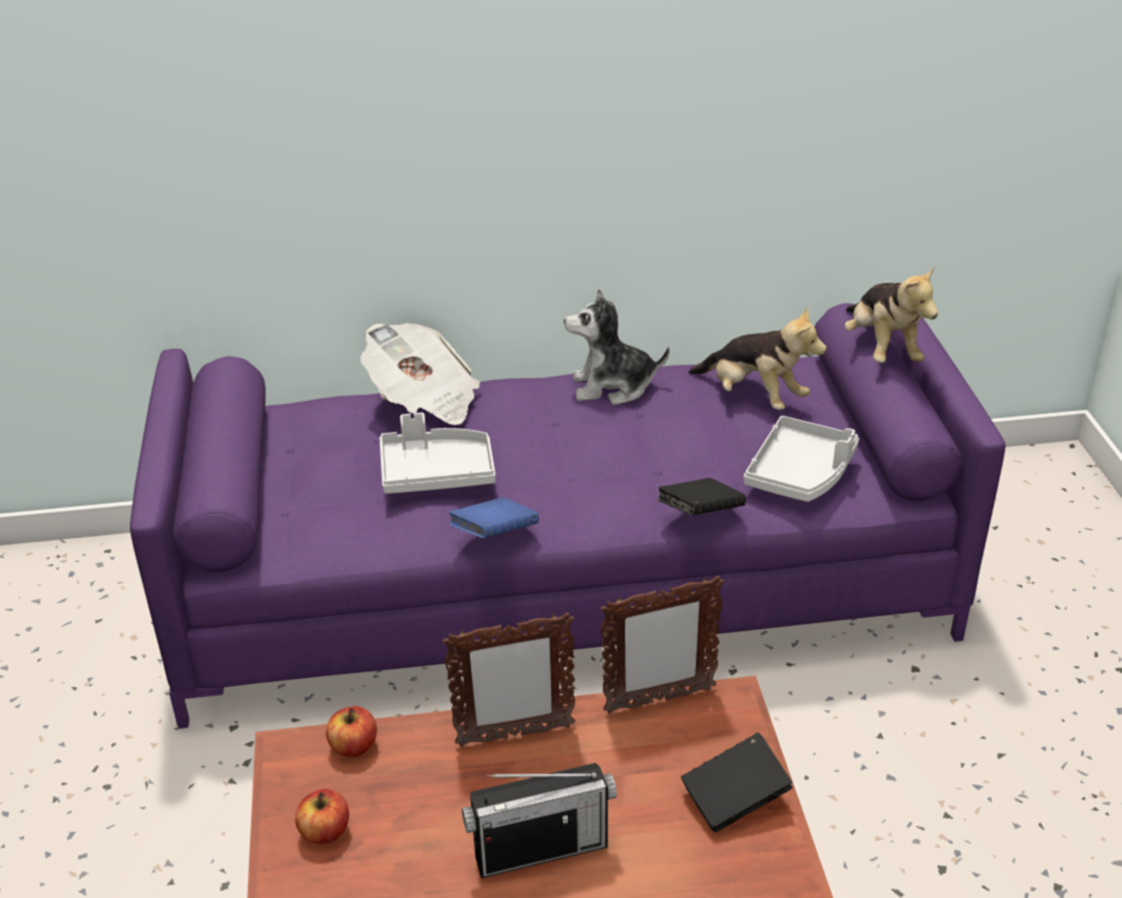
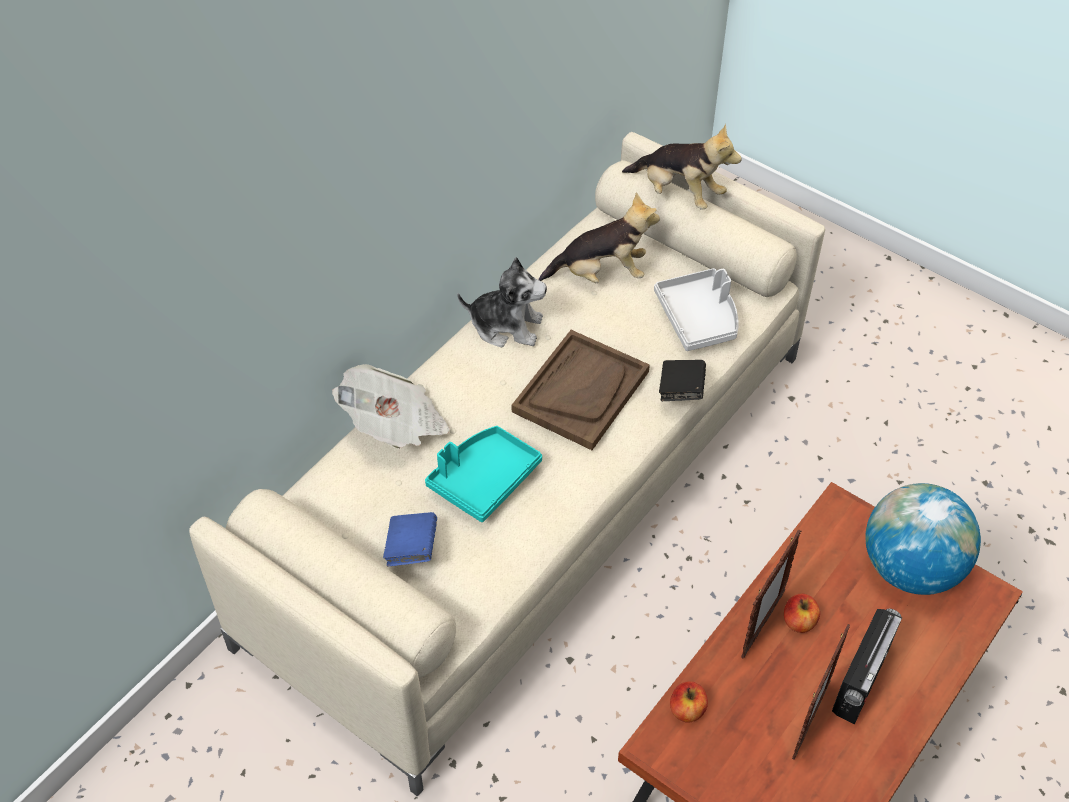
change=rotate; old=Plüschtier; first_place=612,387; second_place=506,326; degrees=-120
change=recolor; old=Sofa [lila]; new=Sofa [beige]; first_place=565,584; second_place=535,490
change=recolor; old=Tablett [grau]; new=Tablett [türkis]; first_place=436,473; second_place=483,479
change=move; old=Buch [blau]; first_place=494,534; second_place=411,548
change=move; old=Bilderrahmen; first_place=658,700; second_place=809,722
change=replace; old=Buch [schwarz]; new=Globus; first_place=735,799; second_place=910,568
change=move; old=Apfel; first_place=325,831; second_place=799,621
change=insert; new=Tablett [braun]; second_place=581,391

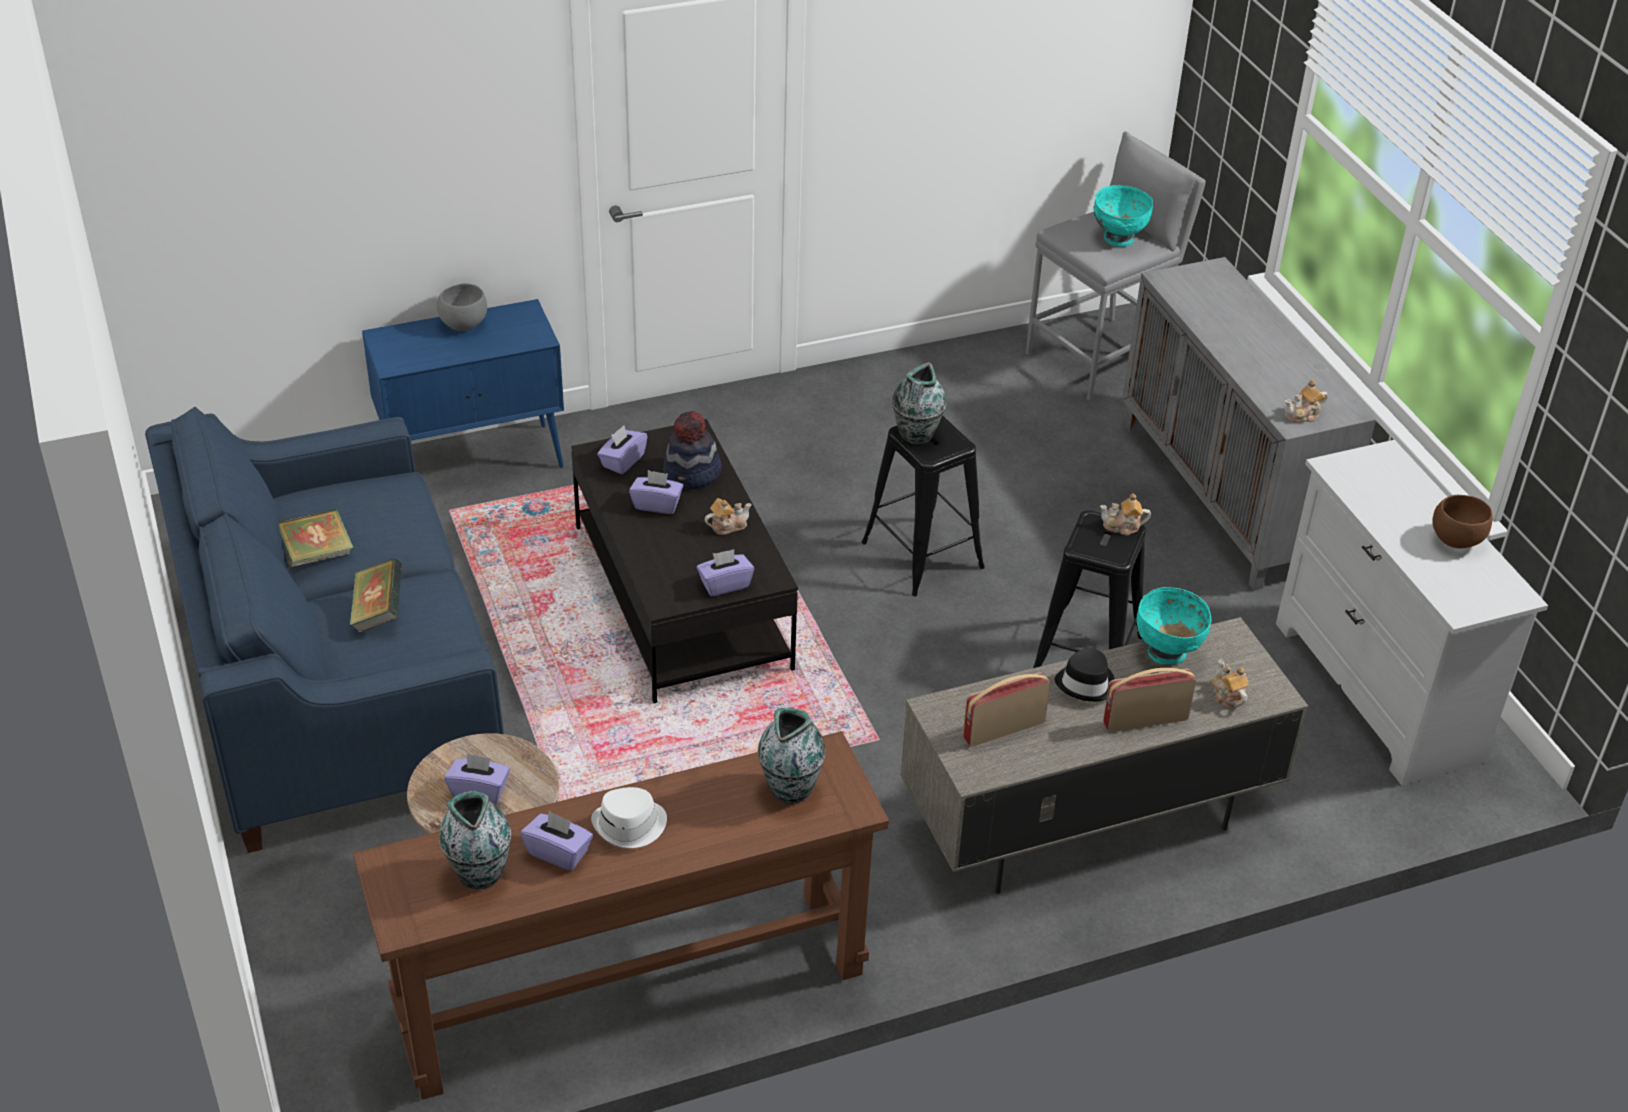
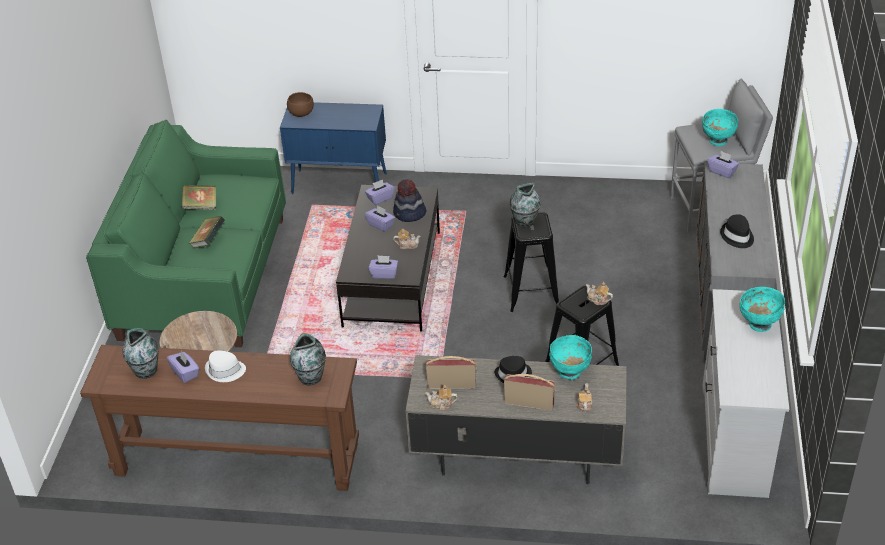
change=delete; old=Schüssel [grau]; first_place=462,324
change=move; old=Teekanne; first_place=1303,415; second_place=441,404
change=recolor; old=Sofa [blau]; new=Sofa [grün]; first_place=338,689; second_place=204,277
change=move; old=Schüssel [braun]; first_place=1455,539; second_place=301,113
change=move; old=Taschentuchbox [lila]; first_place=479,790; second_place=722,171
change=insert; new=Hut [schwarz]; second_place=737,236
change=insert; new=Schüssel [türkis]; second_place=759,324

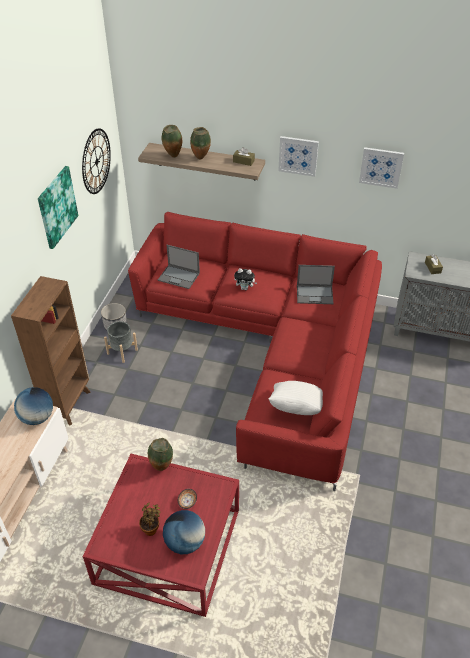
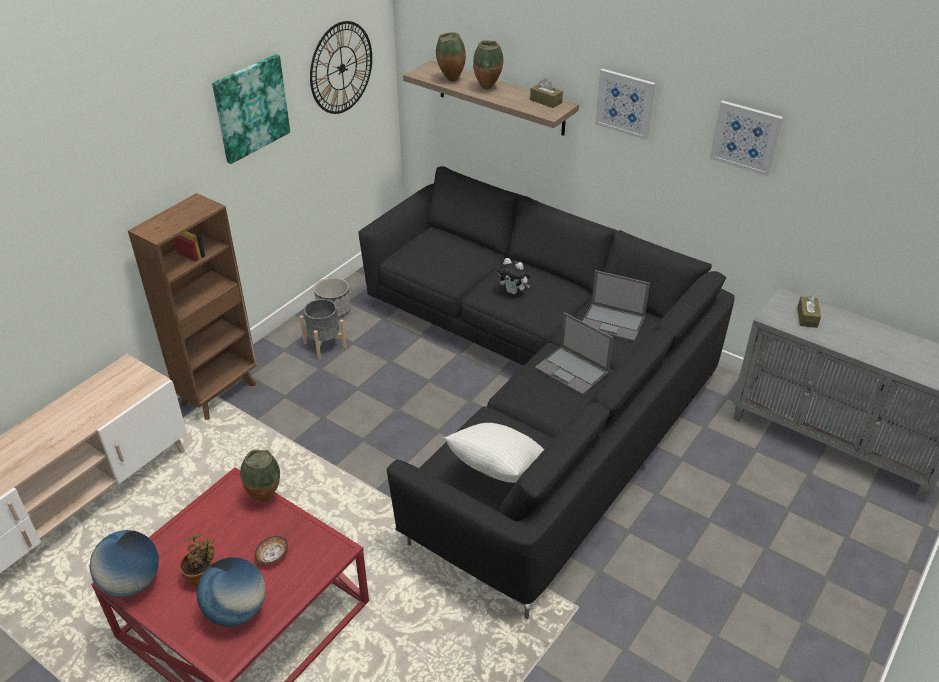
change=recolor; old=Sofa [rot]; new=Sofa [schwarz]; first_place=272,348; second_place=534,391
change=move; old=Laptop; first_place=179,277; second_place=572,370
change=move; old=Globus; first_place=37,417; second_place=132,582

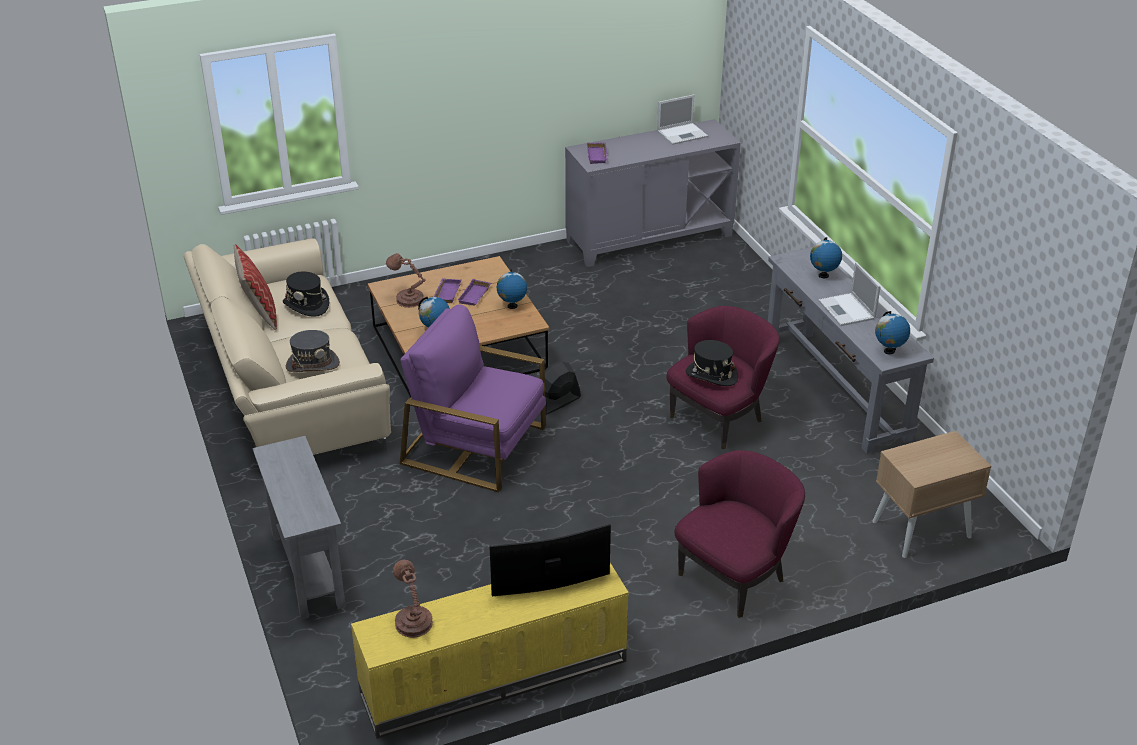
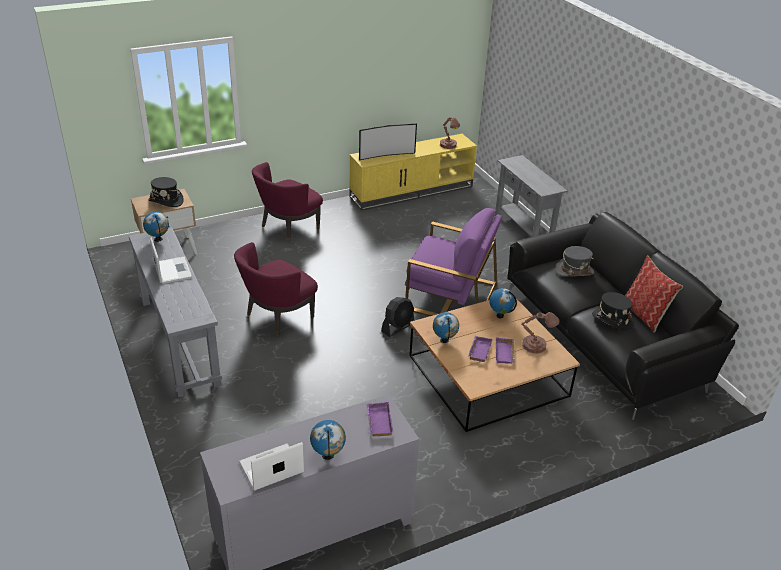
change=move; old=Globus; first_place=823,275; second_place=328,456
change=recolor; old=Sofa [beige]; new=Sofa [schwarz]; first_place=290,386; second_place=604,337
change=move; old=Hut [schwarz]; first_place=711,375; second_place=166,201

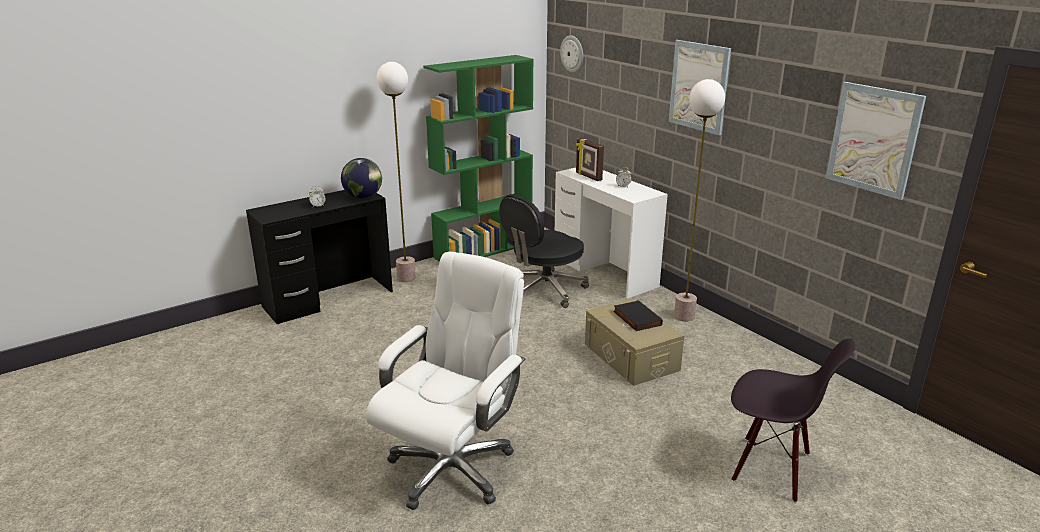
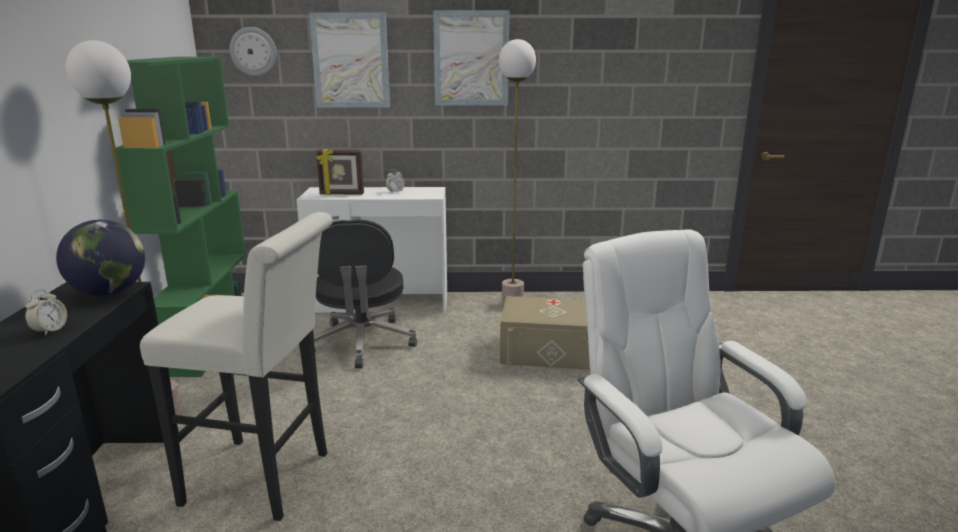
change=move; old=Bild; first_place=873,139; second_place=350,60
change=delete; old=Buch [schwarz]; first_place=636,318
change=delete; old=Stuhl [schwarz]; first_place=771,468
change=insert; new=Hocker [weiß]; second_place=267,479

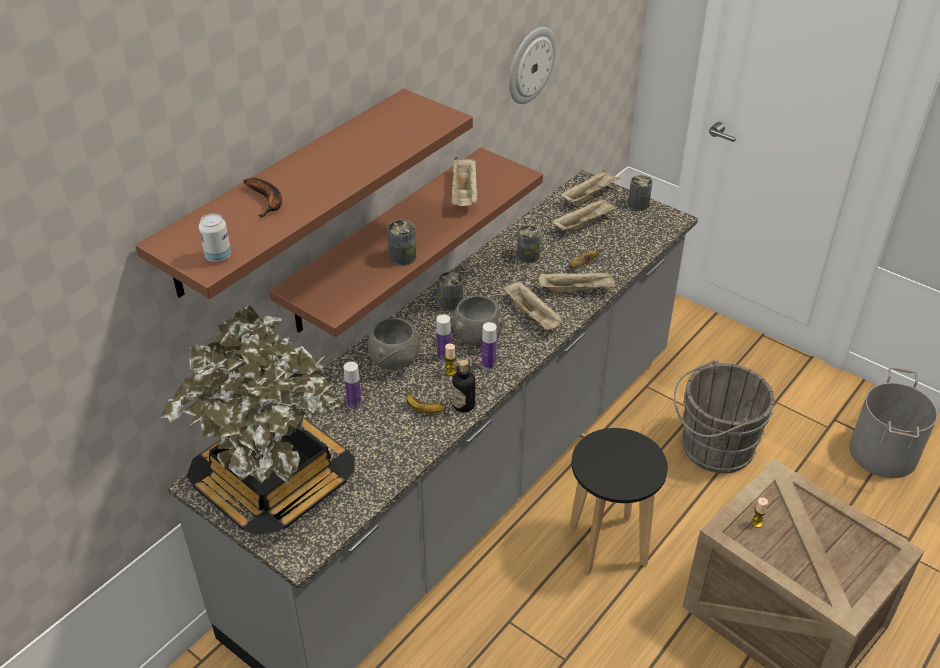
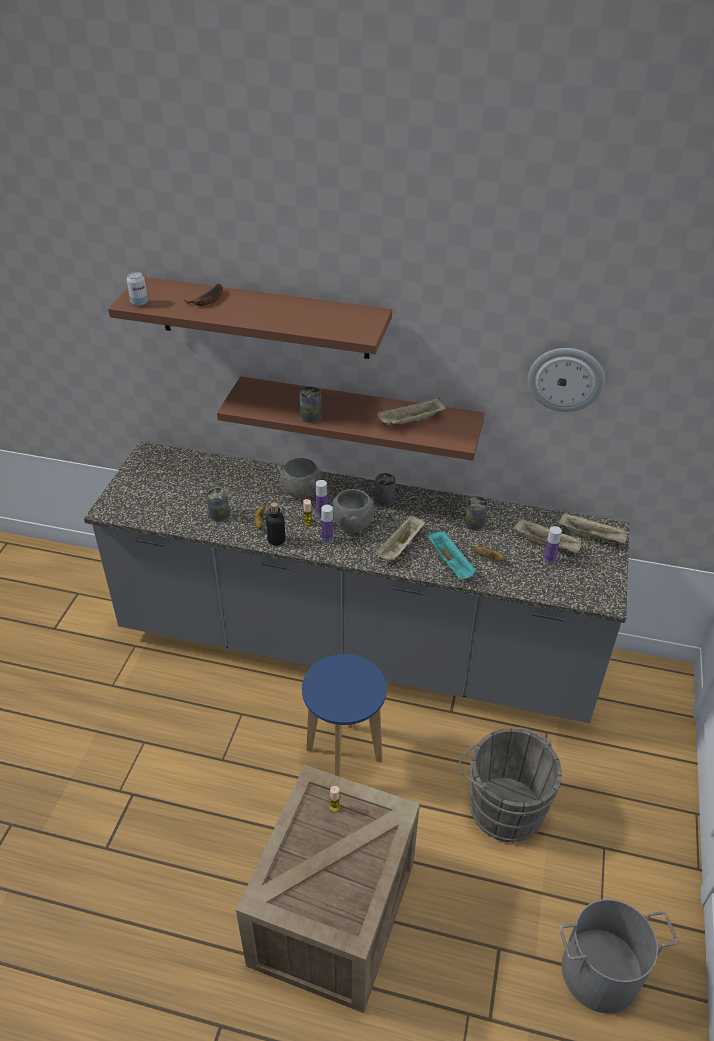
change=move; old=Dose; first_place=638,204; second_place=219,515
change=recolor; old=Tablett [beige]; new=Tablett [türkis]; first_place=576,290; second_place=451,563
change=delete; old=Topfpflanze; first_place=273,483
change=move; old=Flasche; first_place=354,404; second_place=548,561
change=recolor; old=Hocker [schwarz]; new=Hocker [blau]; first_place=607,546; second_place=343,755

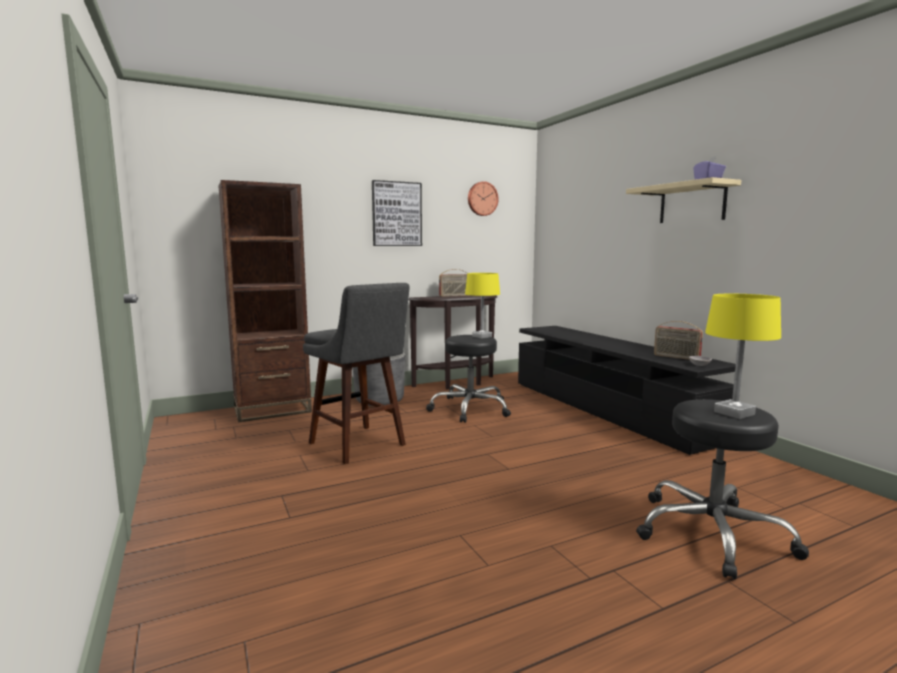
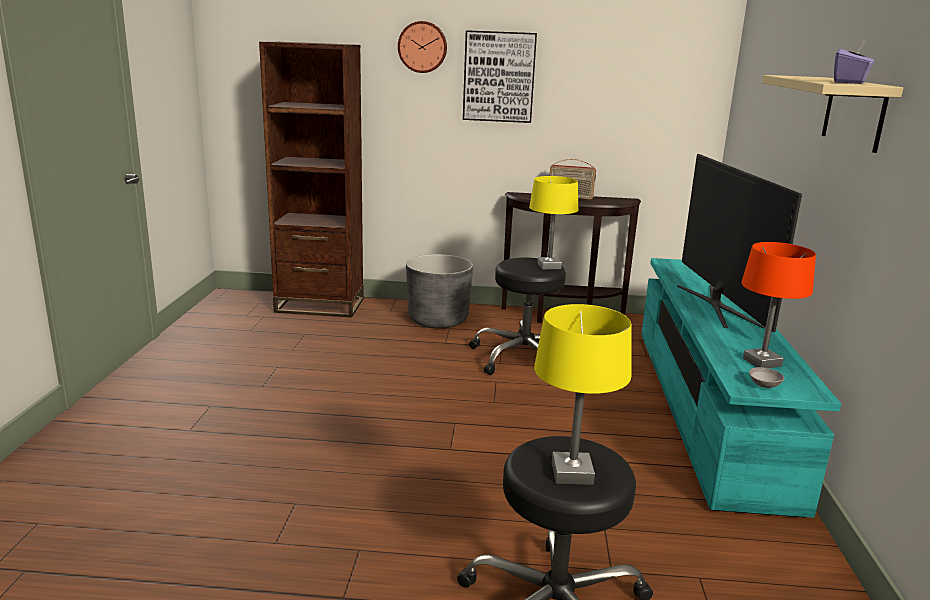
change=move; old=Wanduhr; first_place=482,199; second_place=422,47
change=delete; old=Hocker [grau]; first_place=359,445
change=replace; old=Radio; new=Tischlampe [orange]; first_place=676,357; second_place=762,362
change=recolor; old=Fernsehschrank [schwarz]; new=Fernsehschrank [türkis]; first_place=606,409; second_place=707,407
change=insert; new=Fernseher; second_place=718,305

